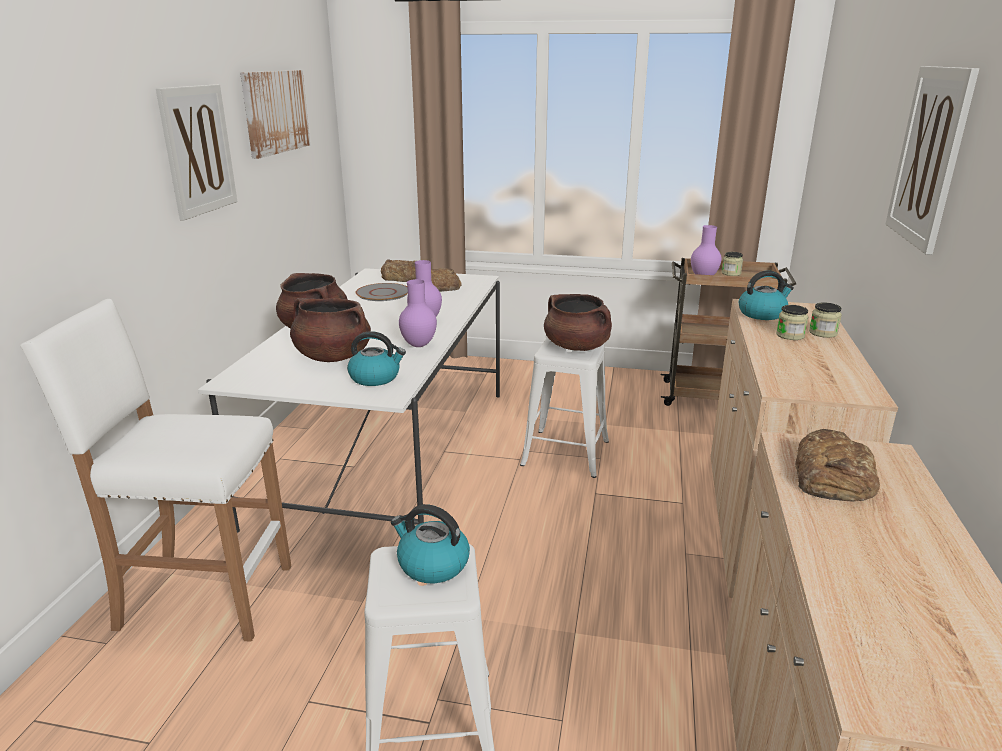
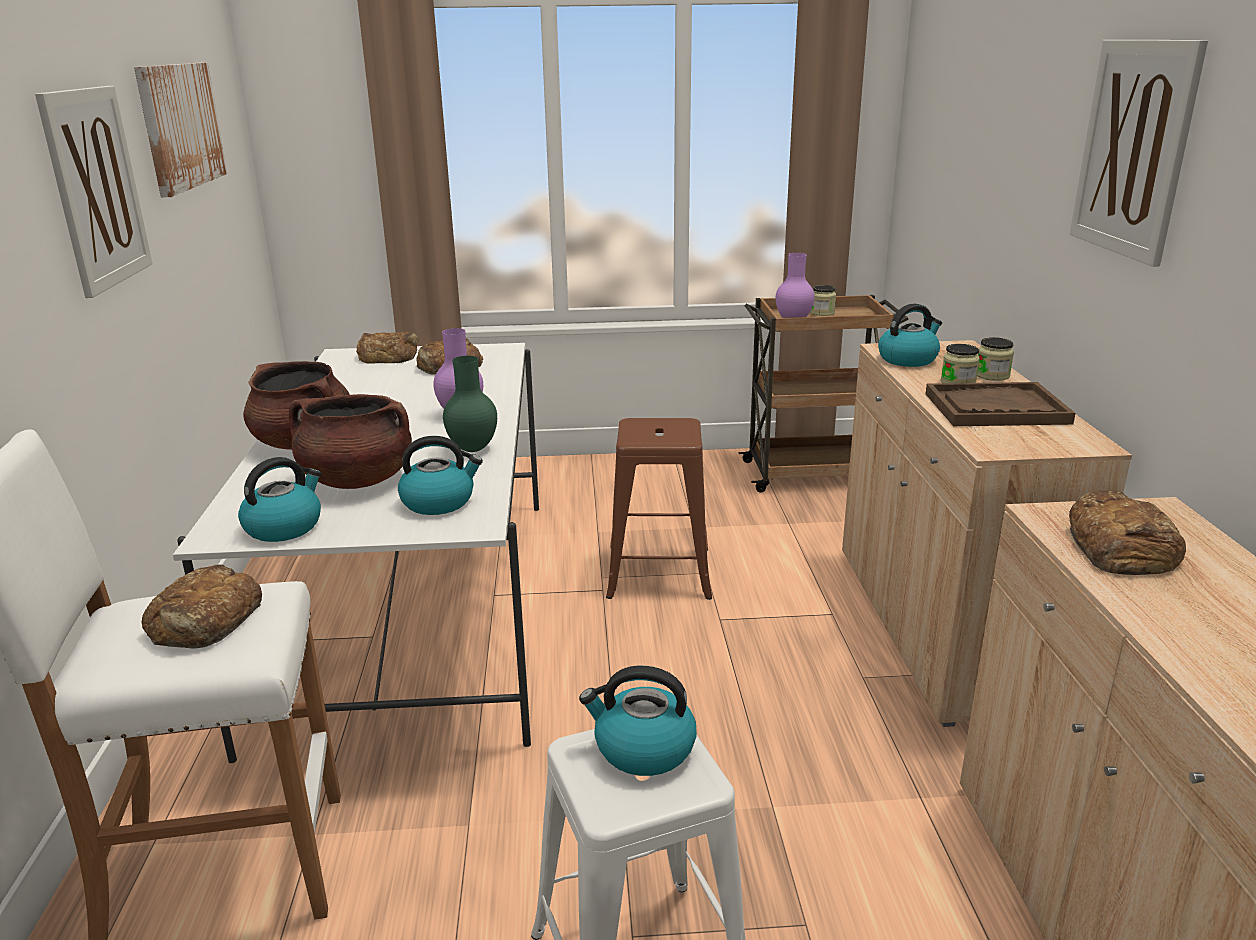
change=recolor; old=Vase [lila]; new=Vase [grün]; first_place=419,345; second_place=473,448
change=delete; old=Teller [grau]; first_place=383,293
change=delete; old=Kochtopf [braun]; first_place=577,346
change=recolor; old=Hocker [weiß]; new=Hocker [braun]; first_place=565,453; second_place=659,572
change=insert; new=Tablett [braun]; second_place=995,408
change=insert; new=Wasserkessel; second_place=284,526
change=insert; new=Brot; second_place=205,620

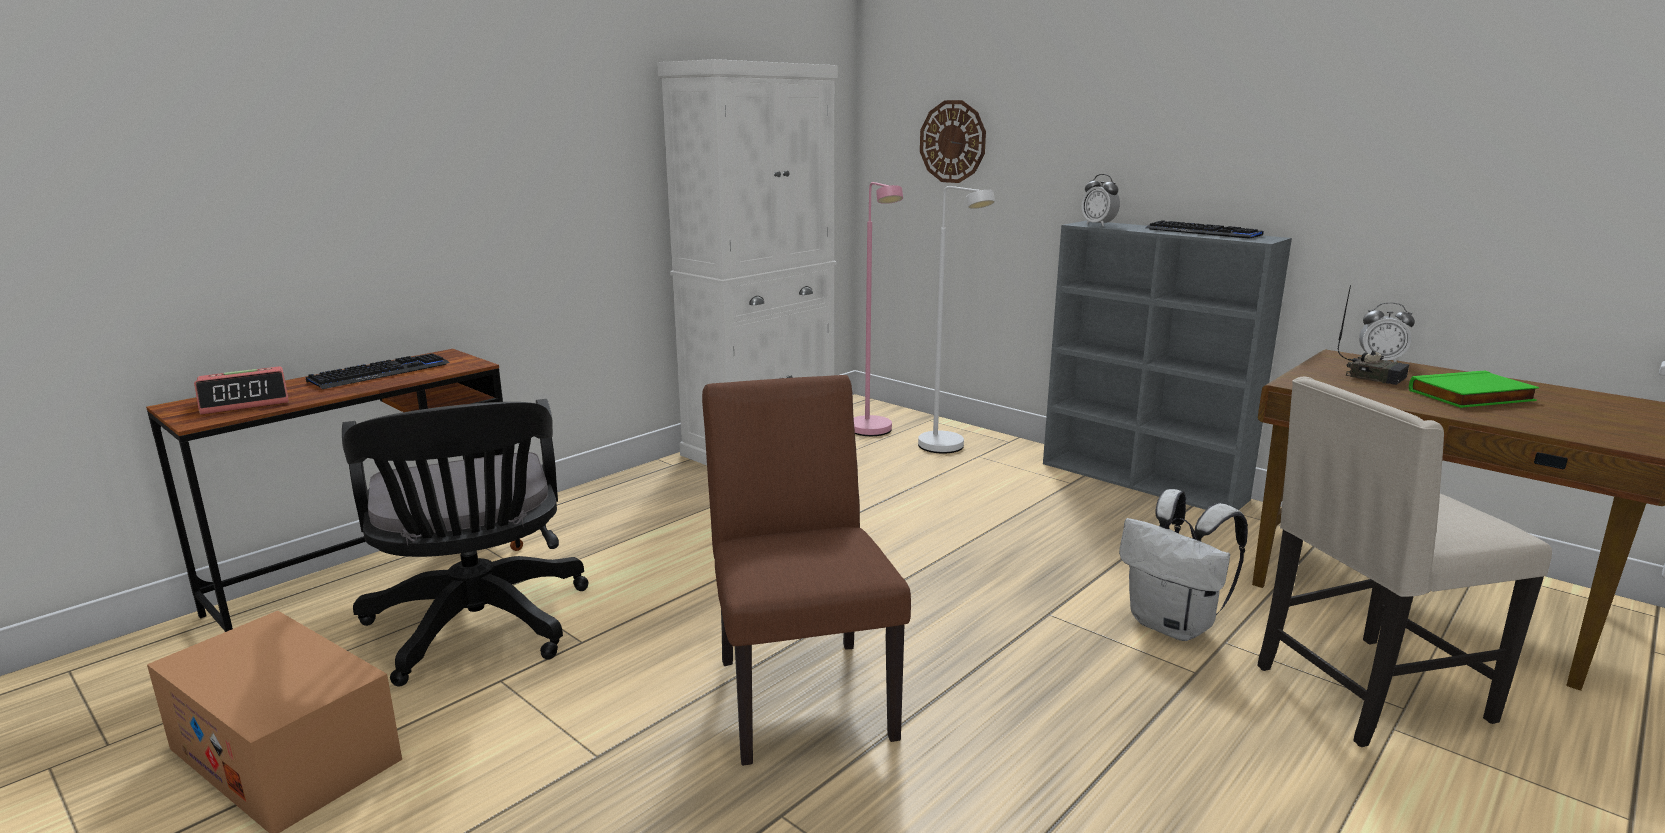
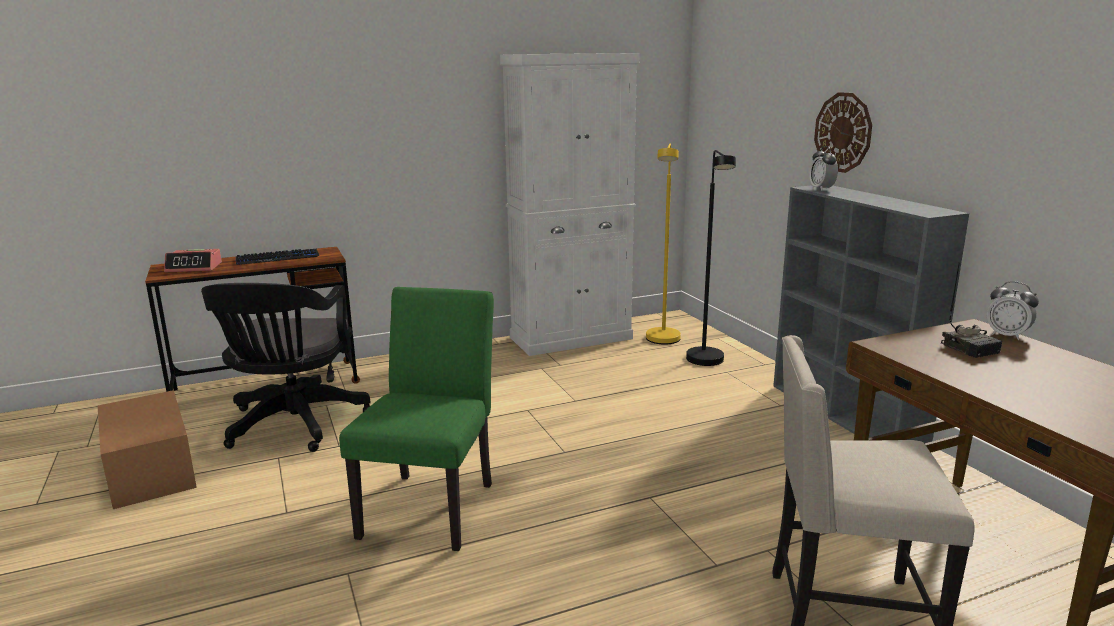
change=move; old=Wanduhr; first_place=952,141; second_place=843,132
change=recolor; old=Stehlampe [rosa]; new=Stehlampe [gelb]; first_place=874,433; second_place=662,342
change=recolor; old=Stehlampe [weiß]; new=Stehlampe [schwarz]; first_place=947,449; second_place=706,363
change=delete; old=Tastatur; first_place=1202,232
change=delete; old=Buch [grün]; first_place=1472,396
change=recolor; old=Stuhl [braun]; new=Stuhl [grün]; first_place=801,688; second_place=433,504
change=delete; old=Rucksack [weiß]; first_place=1173,625

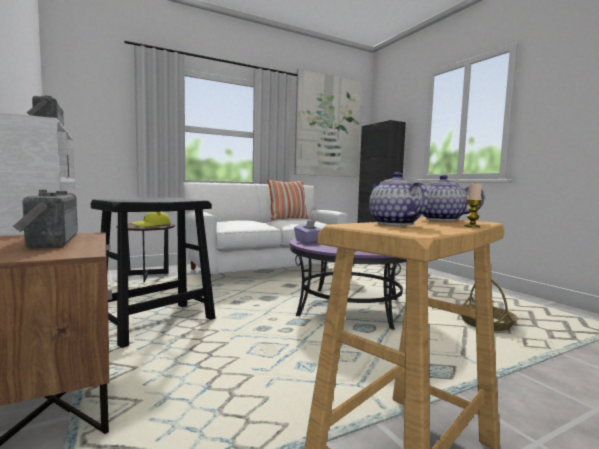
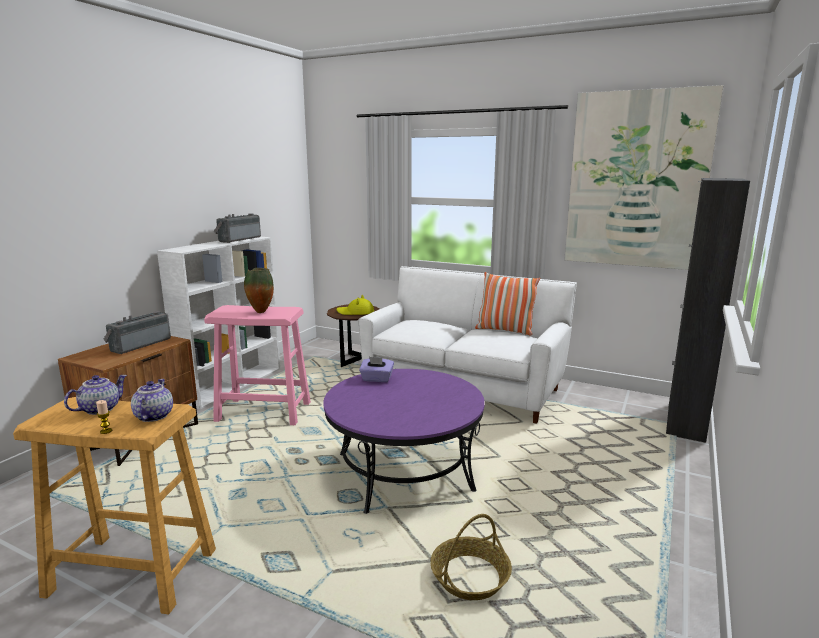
change=recolor; old=Hocker [schwarz]; new=Hocker [rosa]; first_place=157,323; second_place=264,412
change=insert; new=Vase; second_place=260,312

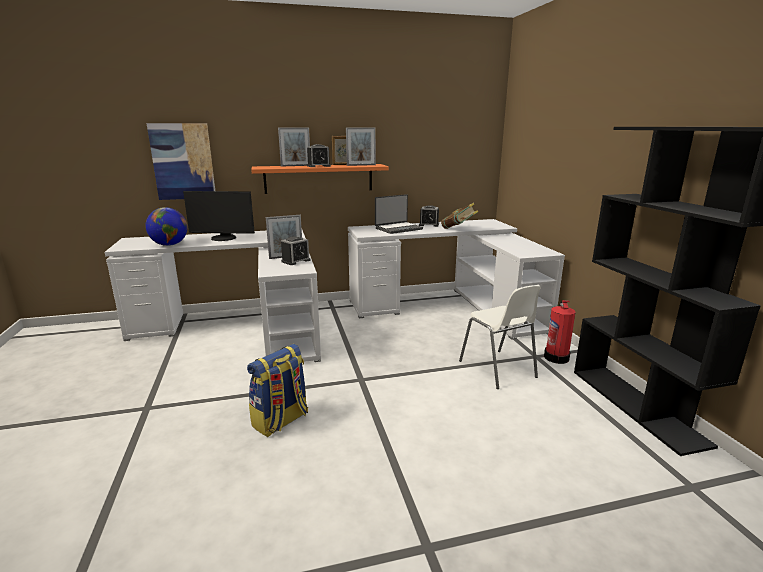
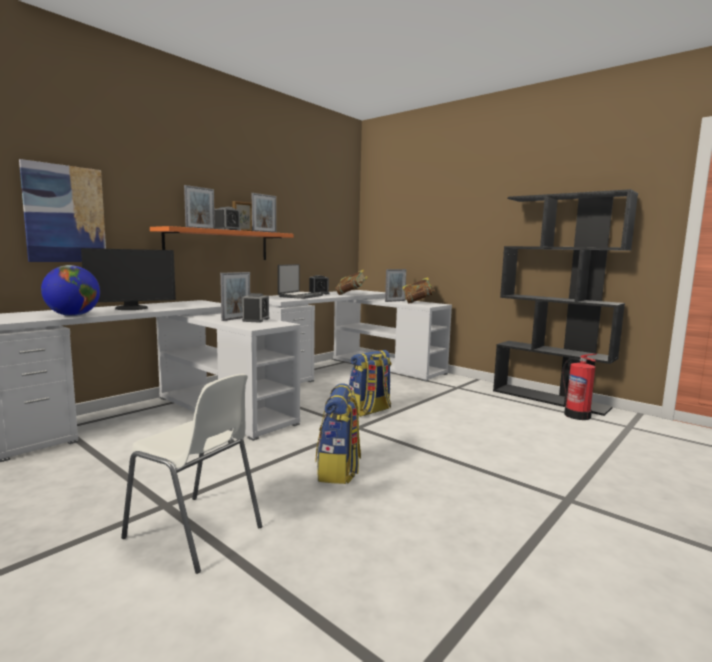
change=move; old=Stuhl [weiß]; first_place=498,369; second_place=195,533
change=move; old=Feuerlöscher; first_place=556,357; second_place=576,415
change=insert; new=Bilderrahmen; second_place=395,301
change=insert; new=Buch; second_place=417,303
change=insert; new=Rucksack; second_place=369,411

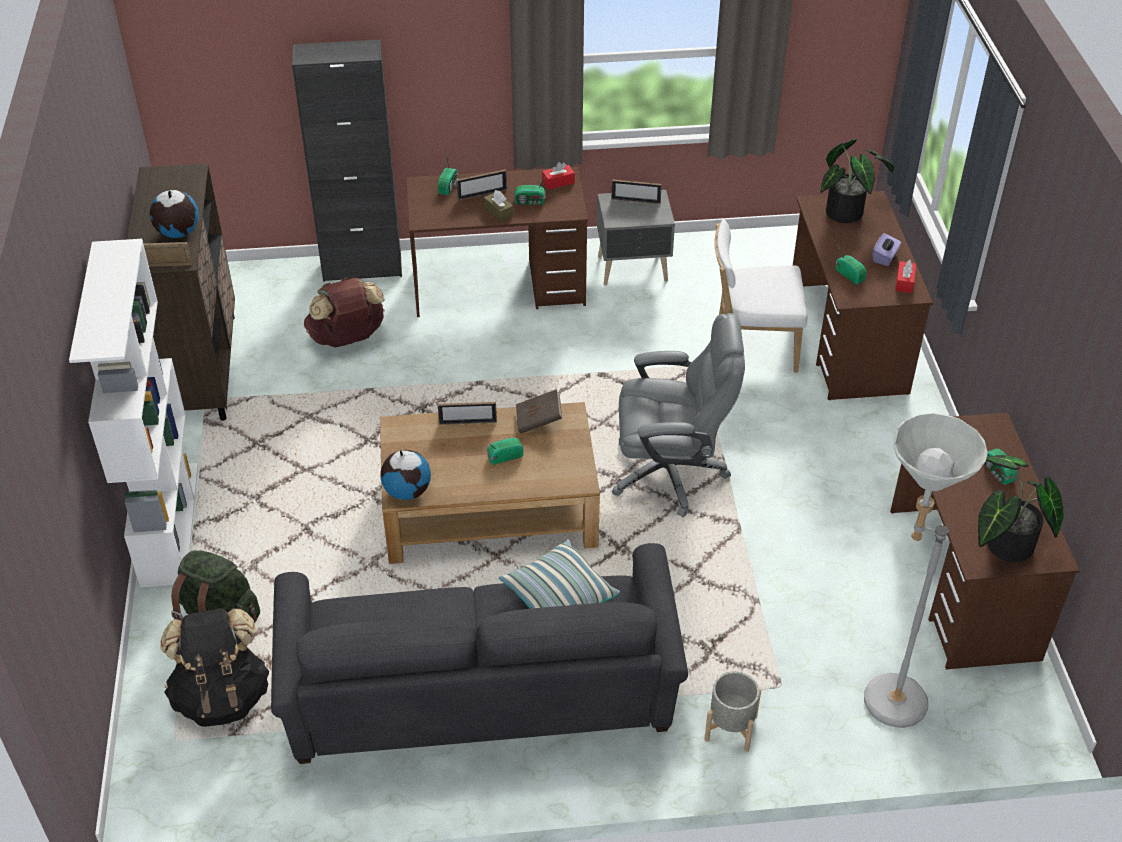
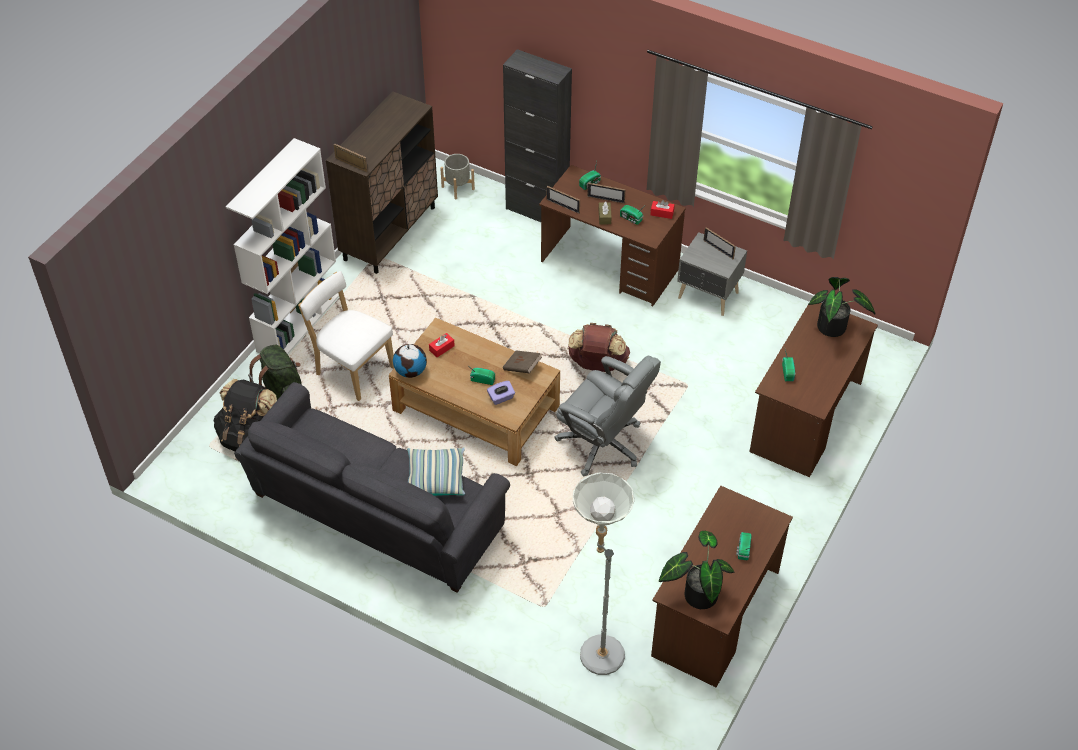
change=delete; old=Globus; first_place=178,233
change=move; old=Stuhl [weiß]; first_place=751,348; second_place=352,369
change=move; old=Taschentuchbox [lila]; first_place=885,257; second_place=501,398
change=move; old=Taschentuchbox [rot]; first_place=904,282; second_place=441,348
change=move; old=Rucksack [braun]; first_place=347,339; second_place=597,365
change=move; old=Bilderrahmen; first_place=467,422; second_place=563,206
change=move; old=Pflanzkübel [grau]; first_place=731,728; second_place=458,188

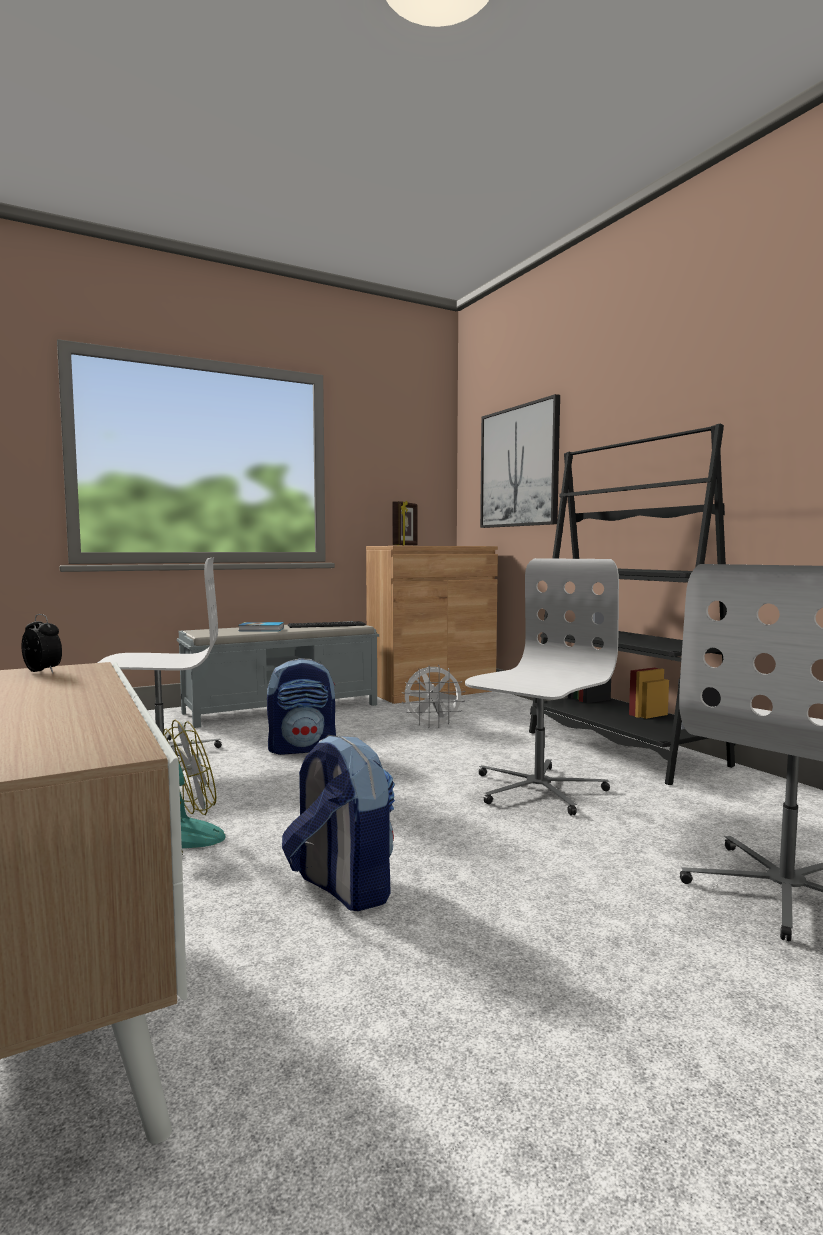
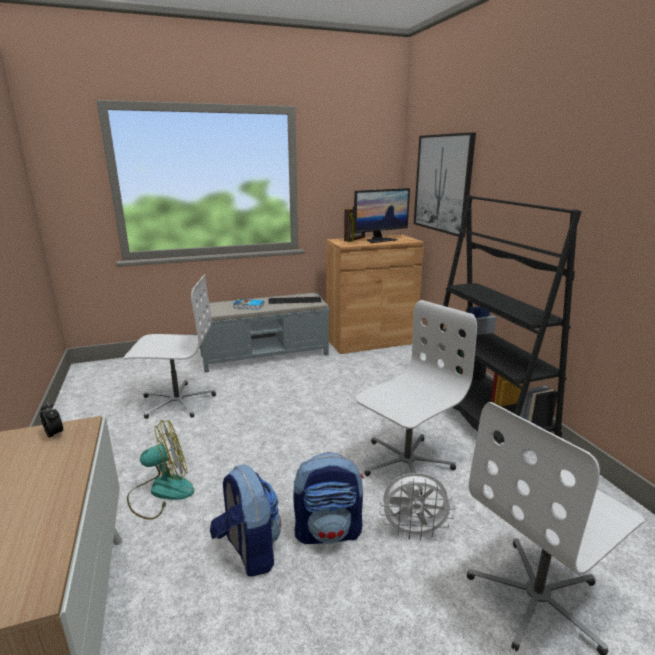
change=move; old=Rucksack; first_place=302,748; second_place=328,531
change=move; old=Ventilator [weiß]; first_place=432,725; second_place=413,531
change=insert; new=Monitor; second_place=379,240

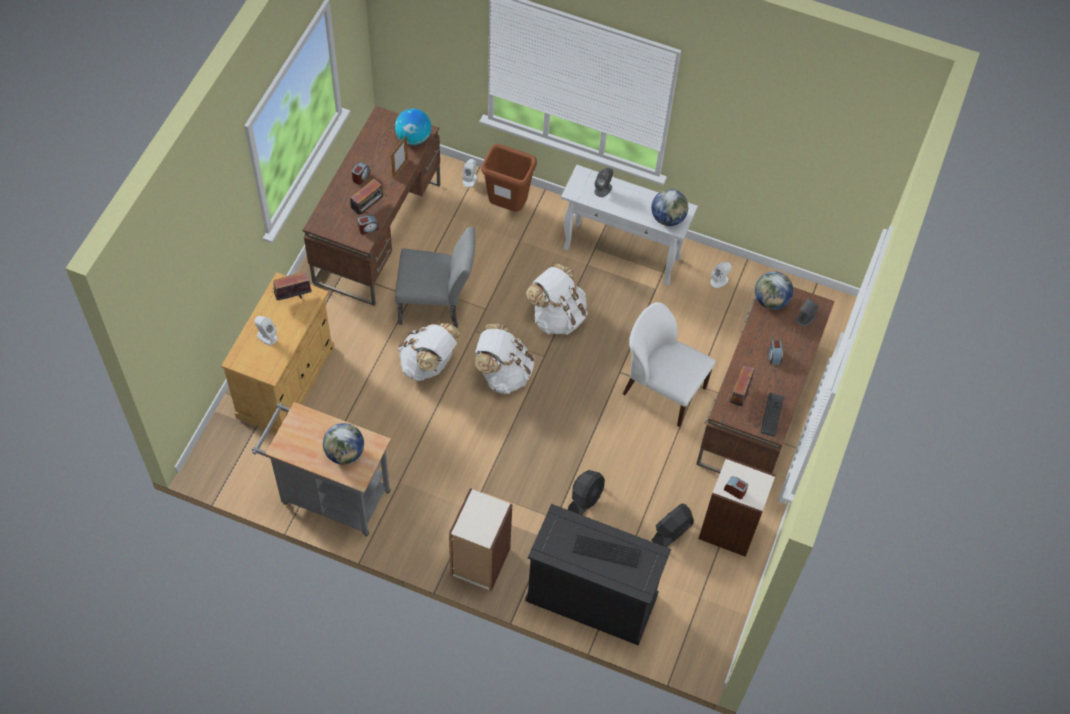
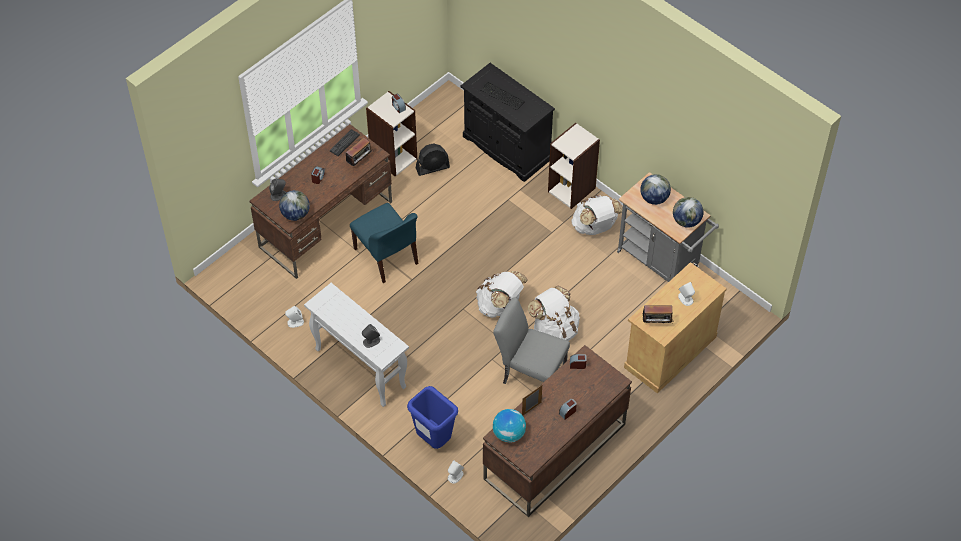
change=recolor; old=Mülleimer [braun]; new=Mülleimer [blau]; first_place=508,206; second_place=433,440
change=delete; old=Radio; first_place=368,207
change=move; old=Globus; first_place=667,218; second_place=686,221
change=move; old=Rucksack [weiß]; first_place=557,316; second_place=595,227
change=recolor; old=Stuhl [weiß]; new=Stuhl [blau]; first_place=662,390; second_place=387,257
change=delete; old=Ventilator [schwarz]; first_place=585,499

